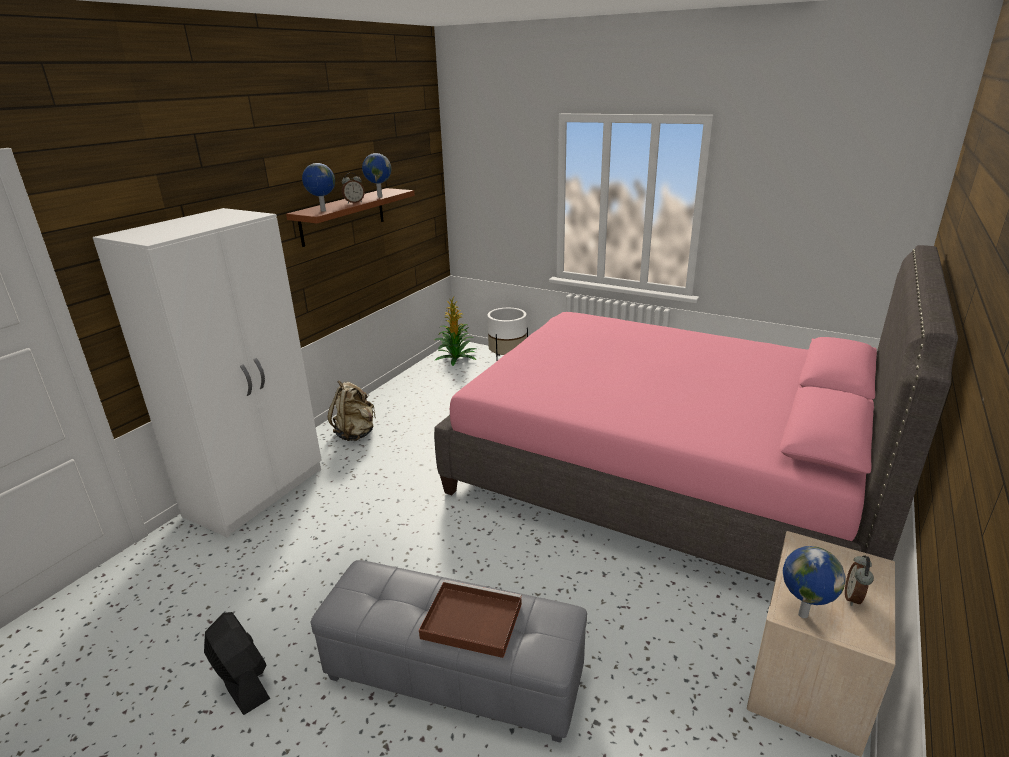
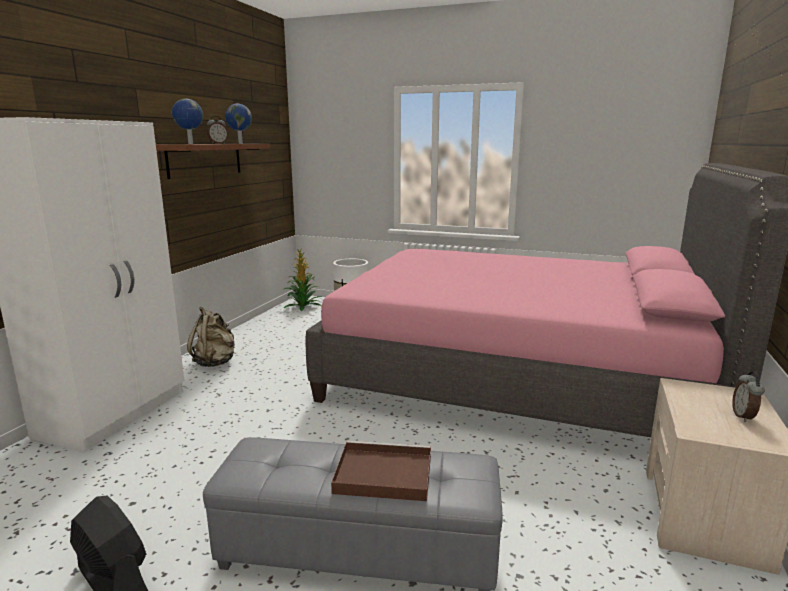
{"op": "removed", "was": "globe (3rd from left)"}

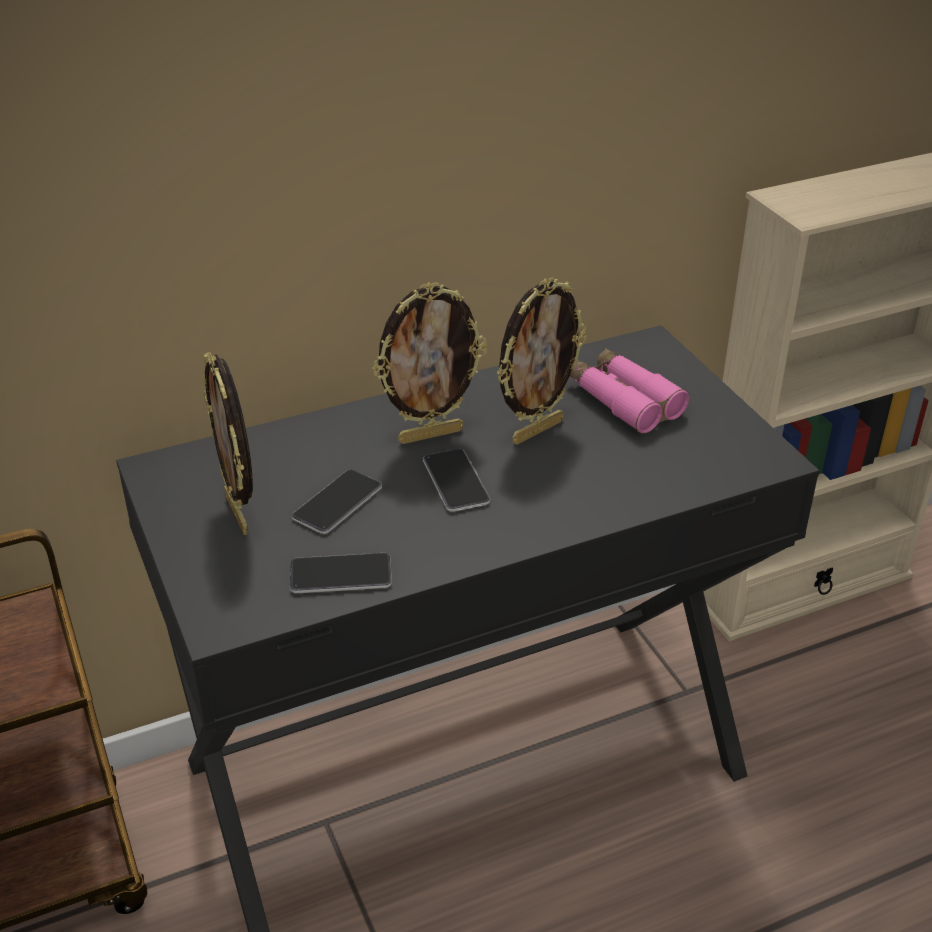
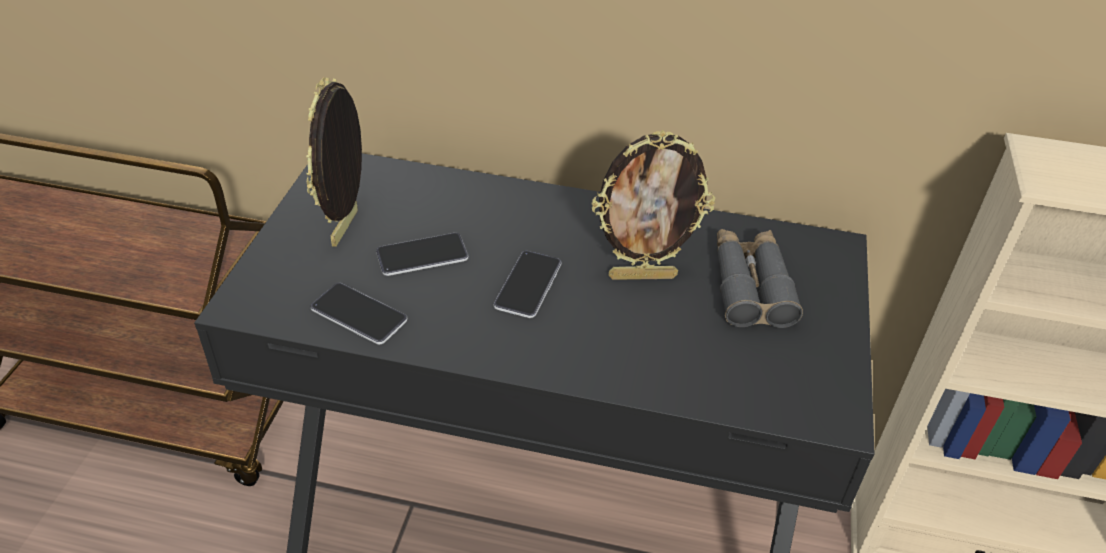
{"op": "removed", "was": "cadre photo (2nd from left)"}
{"op": "recoloured", "was": "jumelles (rose)", "now": "jumelles (gris)"}

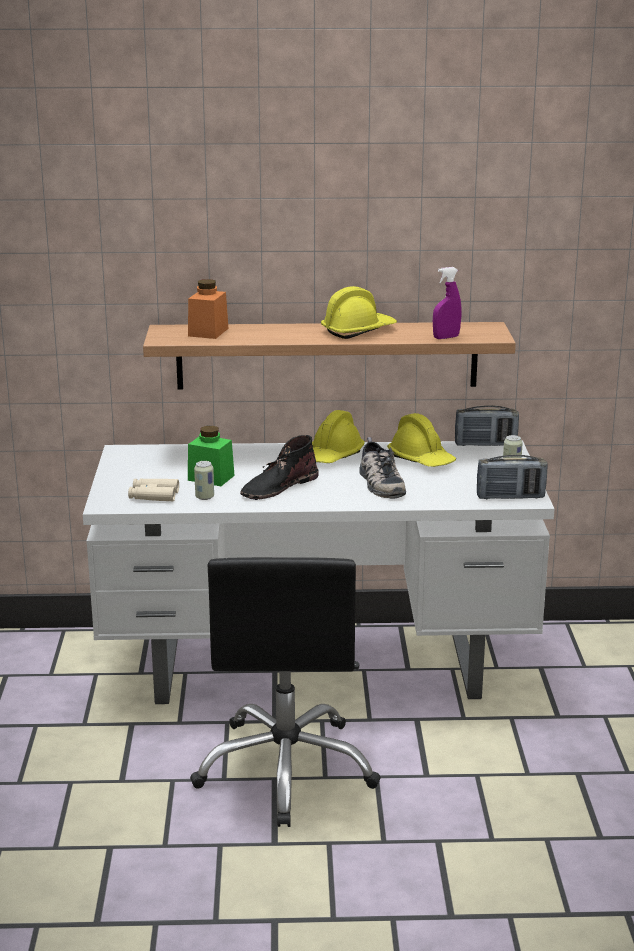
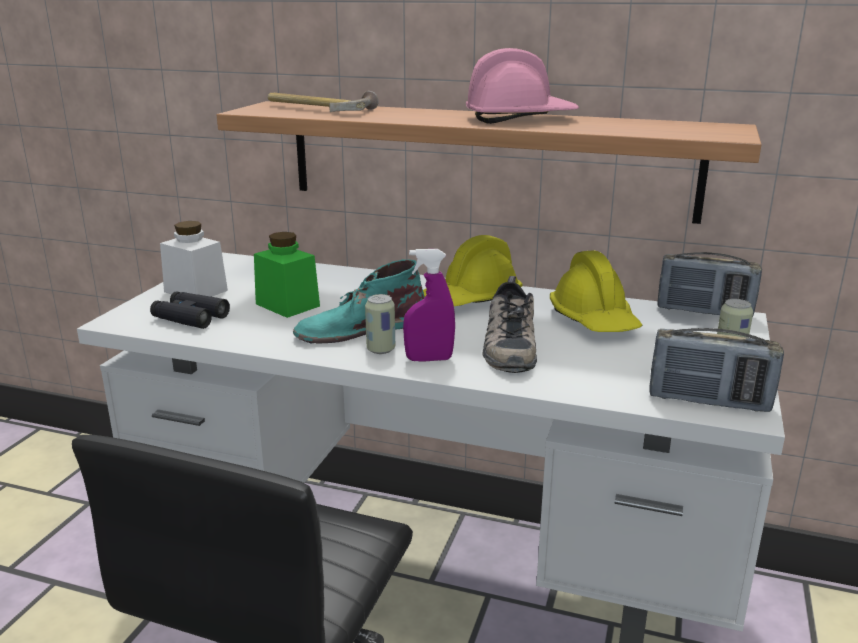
{"op": "recoloured", "was": "jumelles (beige)", "now": "jumelles (noir)"}
{"op": "replaced", "was": "bocal (orange)", "now": "marteau"}
{"op": "moved", "was": "boîte métallique (1st from left)"}
{"op": "recoloured", "was": "botte (noir)", "now": "botte (turquoise)"}
{"op": "recoloured", "was": "casque de chantier (jaune) (2nd from left)", "now": "casque de chantier (rose)"}
{"op": "moved", "was": "vaporisateur (violet)"}
{"op": "added", "now": "bocal (blanc)"}

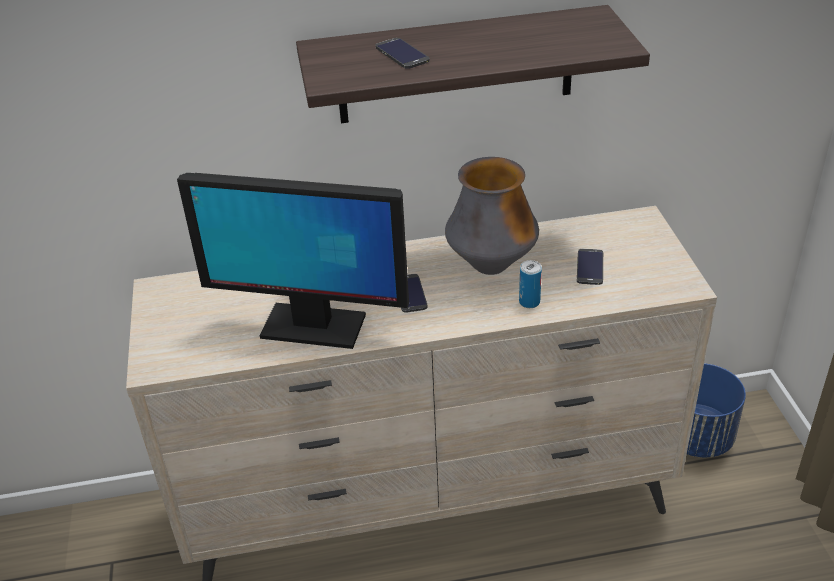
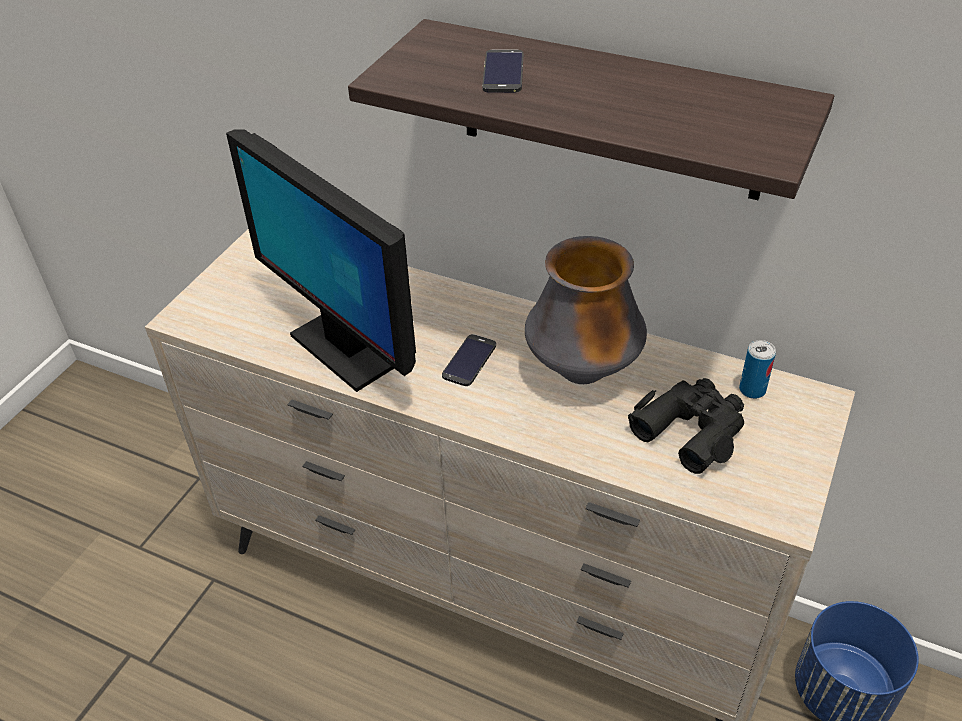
{"op": "moved", "was": "boîte métallique"}
{"op": "replaced", "was": "téléphone (3rd from left)", "now": "jumelles (noir)"}

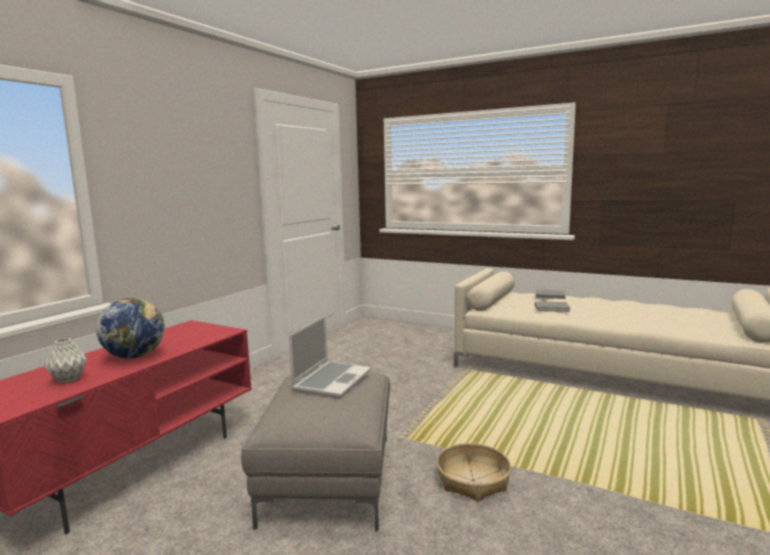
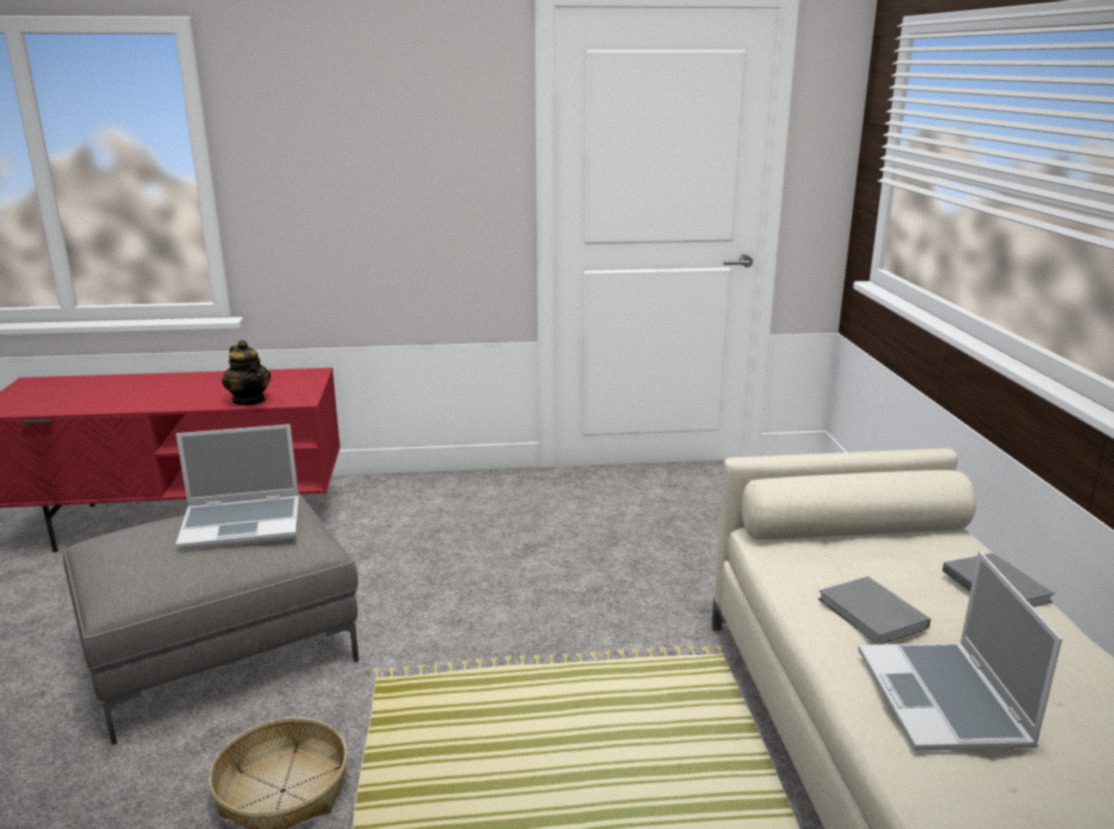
{"op": "removed", "was": "vase (gris)"}
{"op": "removed", "was": "globe"}
{"op": "added", "now": "théière"}
{"op": "added", "now": "ordinateur portable (2nd from left)"}

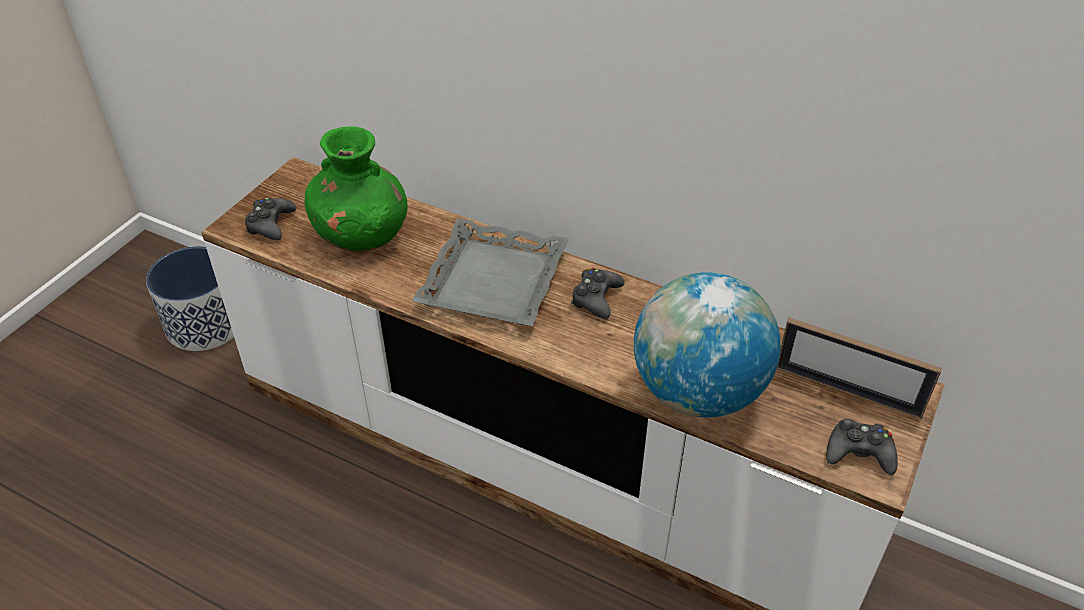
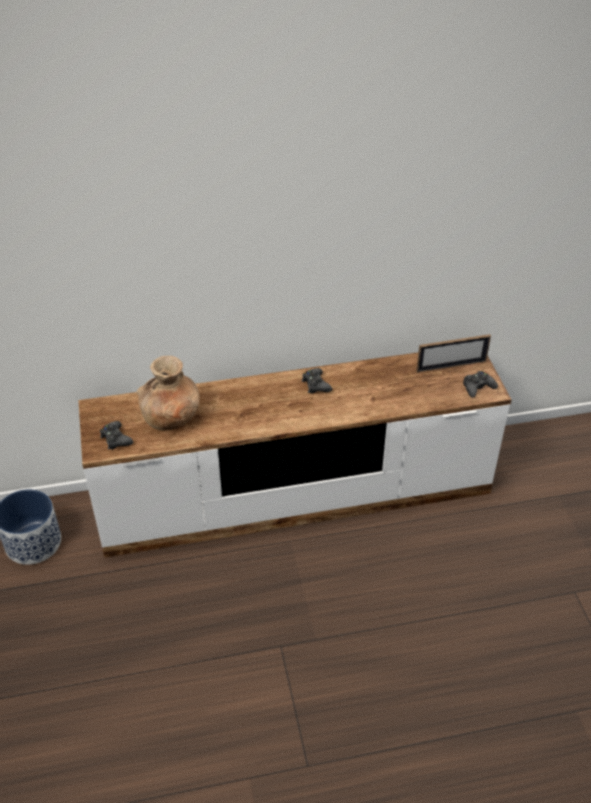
{"op": "recoloured", "was": "vase (vert)", "now": "vase (marron)"}
{"op": "removed", "was": "plateau (gris)"}
{"op": "removed", "was": "globe"}

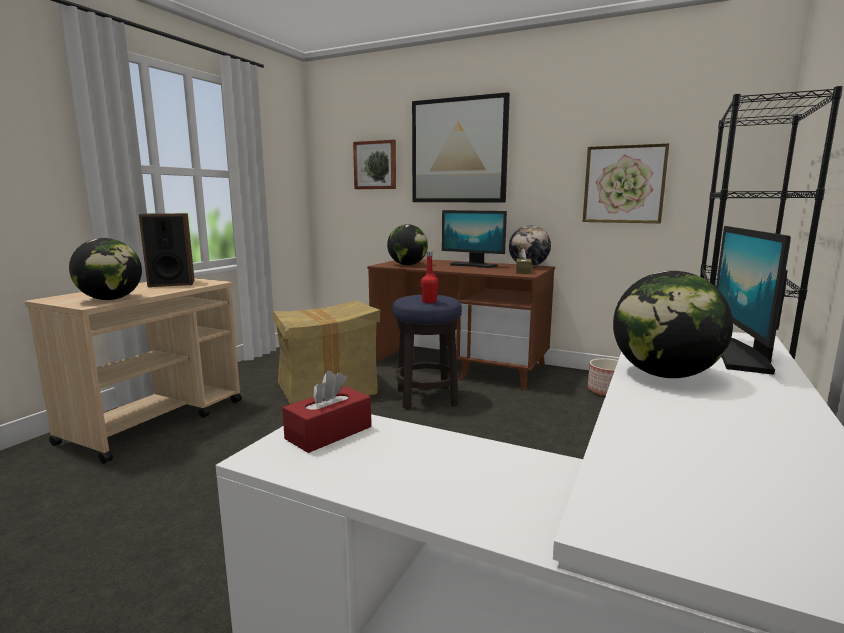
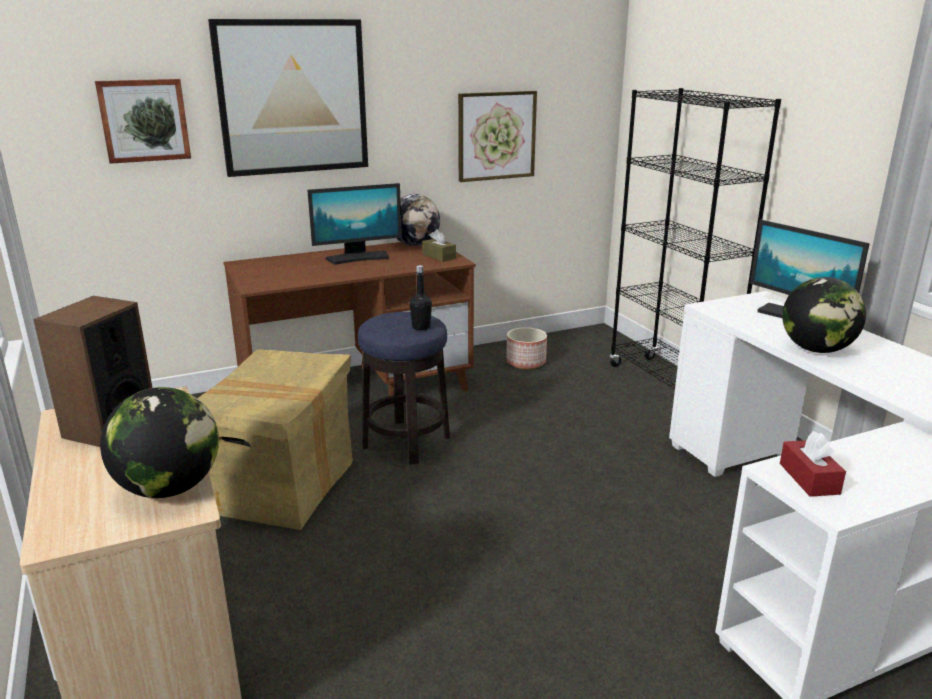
{"op": "removed", "was": "globe (2nd from left)"}
{"op": "recoloured", "was": "bouteille (rouge)", "now": "bouteille (noir)"}

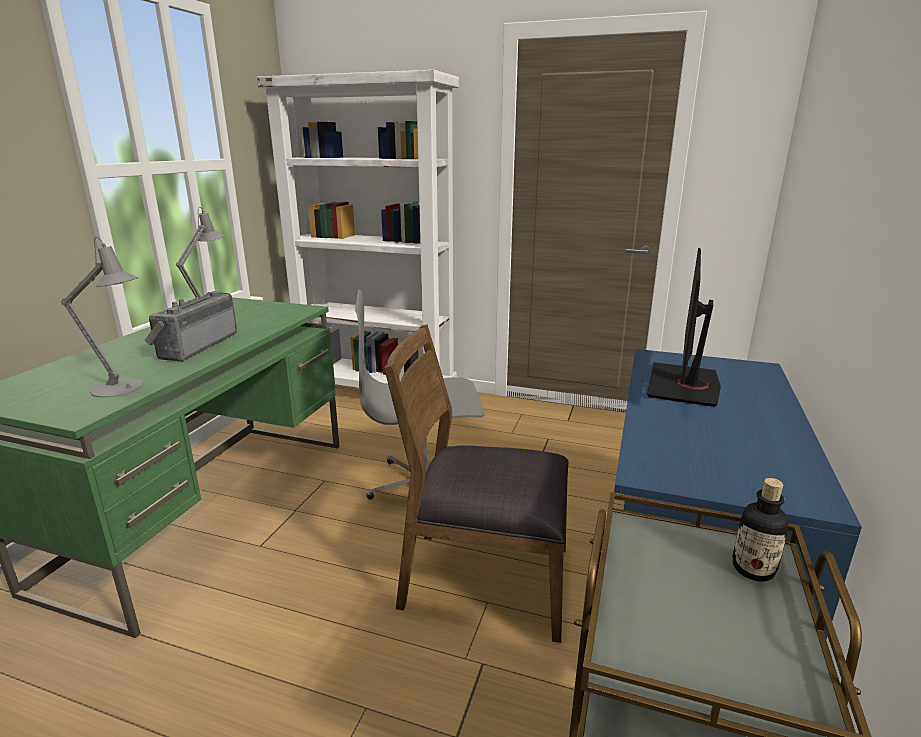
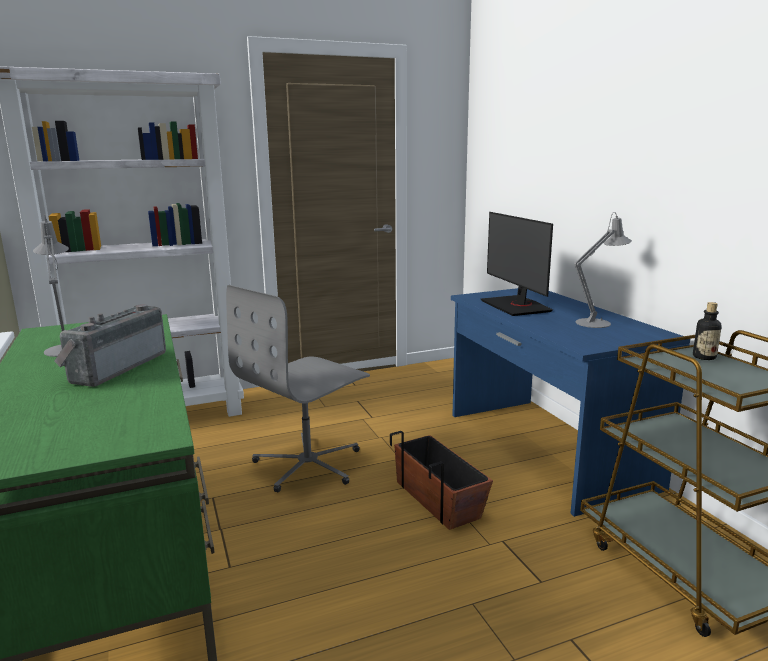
{"op": "moved", "was": "lampe de table (gris) (1st from left in the first image)", "now": "lampe de table (gris) (2nd from left)"}
{"op": "turned", "was": "radio", "clockwise": 45}
{"op": "replaced", "was": "chaise (marron)", "now": "cache-pot"}

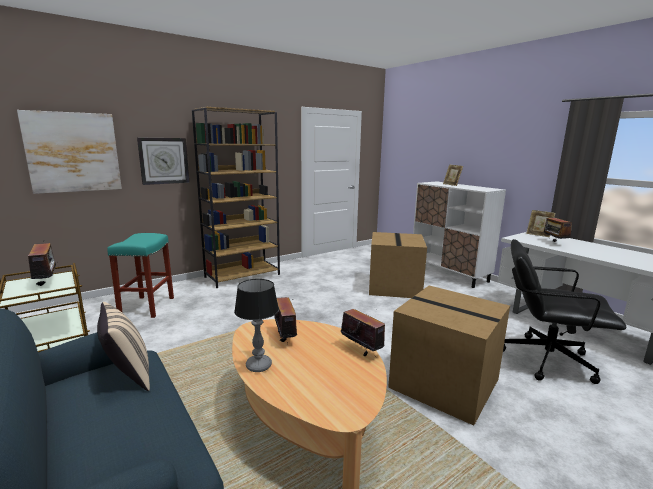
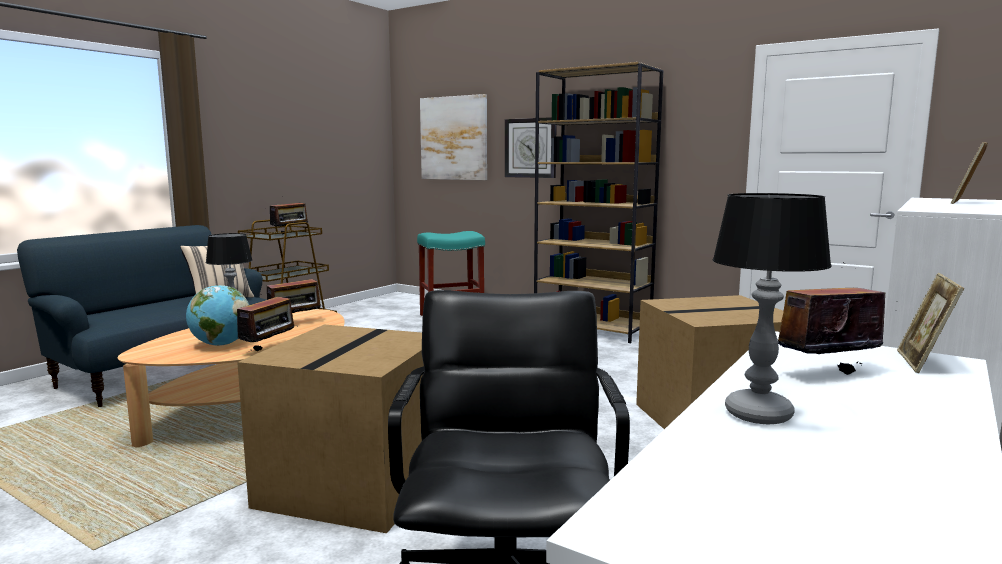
{"op": "added", "now": "globe"}
{"op": "added", "now": "lampe de table (2nd from left)"}

